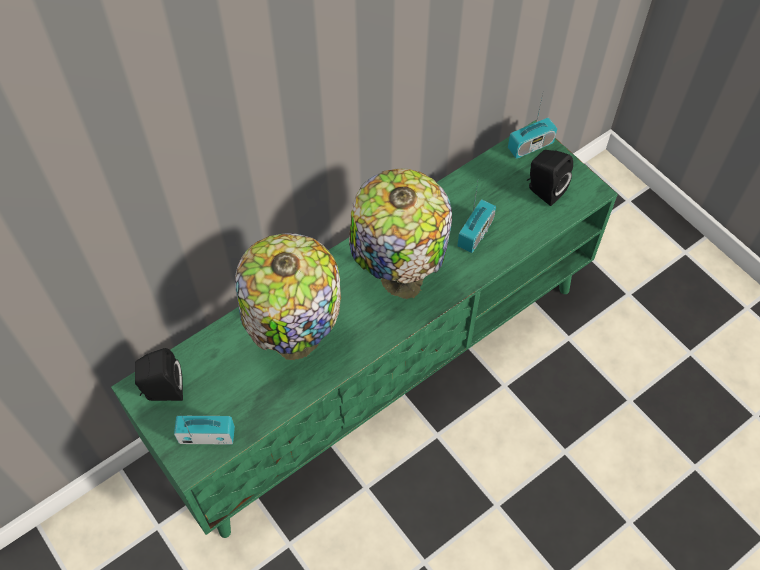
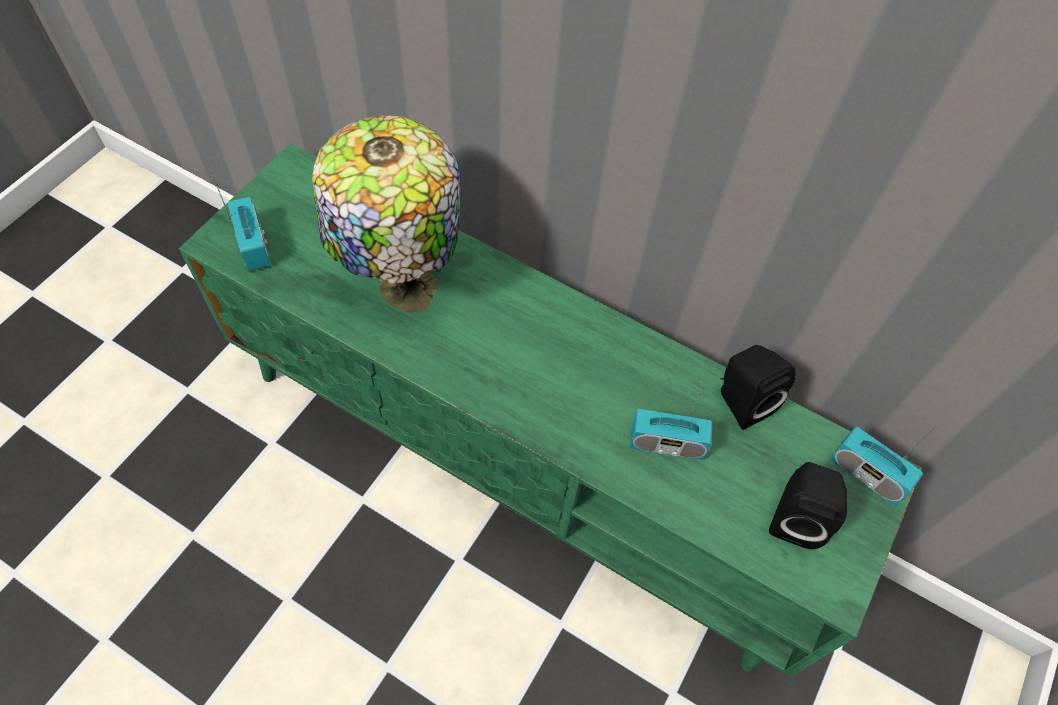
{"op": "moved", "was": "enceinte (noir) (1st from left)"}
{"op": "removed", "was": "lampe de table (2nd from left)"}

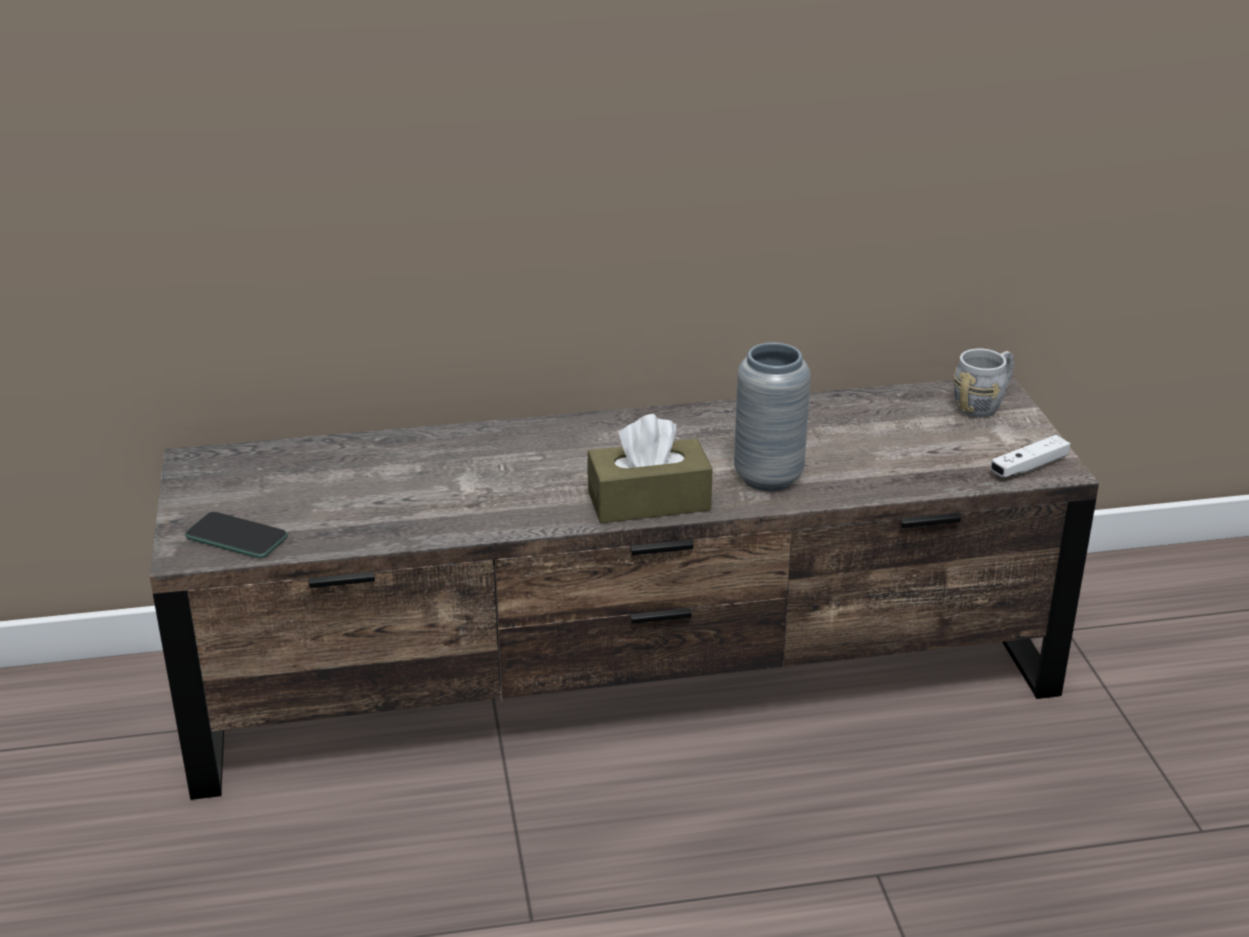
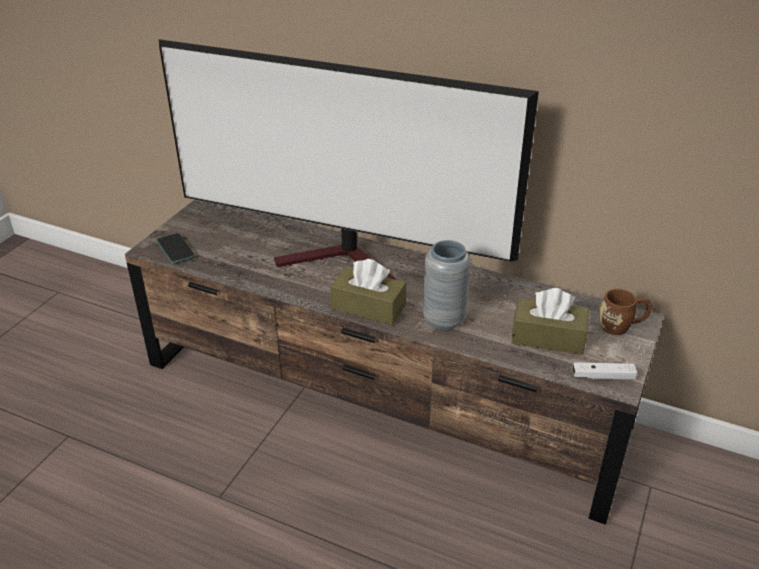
{"op": "recoloured", "was": "mug (gris)", "now": "mug (marron)"}
{"op": "added", "now": "téléviseur"}
{"op": "added", "now": "boîte à mouchoirs (marron) (2nd from left)"}

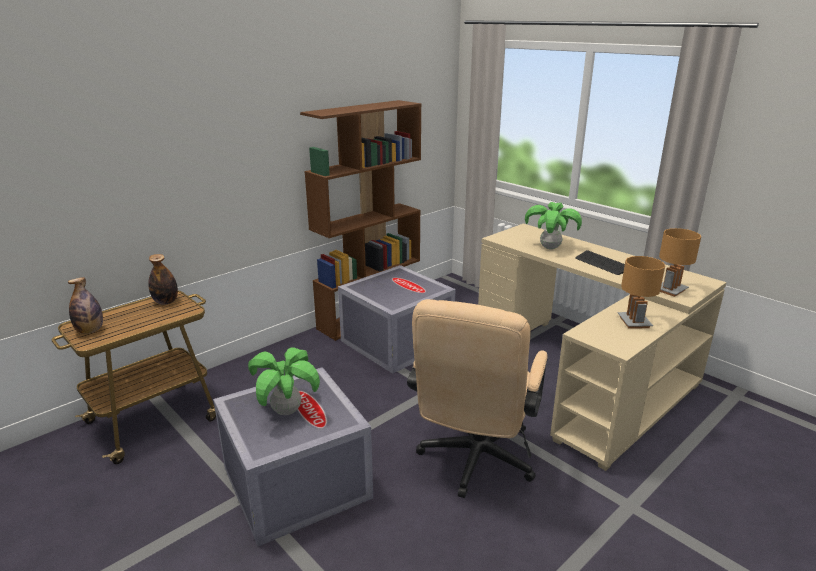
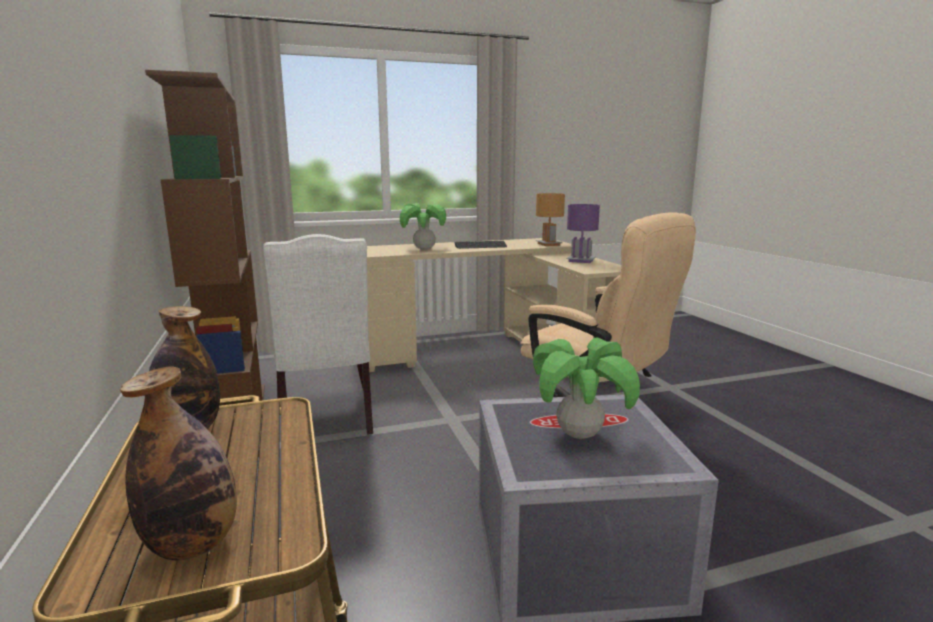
{"op": "replaced", "was": "boîte de rangement (gris) (2nd from left)", "now": "chaise (blanc)"}
{"op": "recoloured", "was": "lampe de table (marron) (1st from left)", "now": "lampe de table (violet)"}

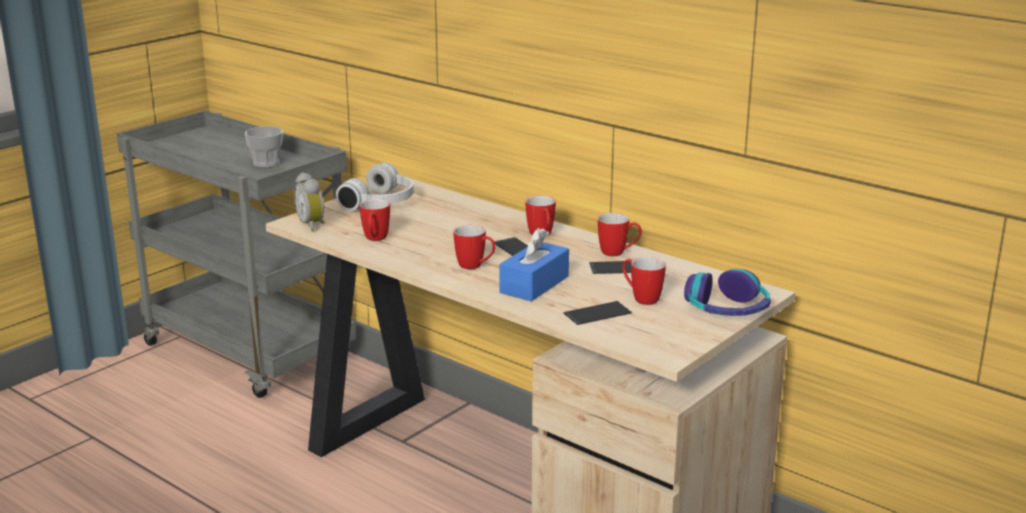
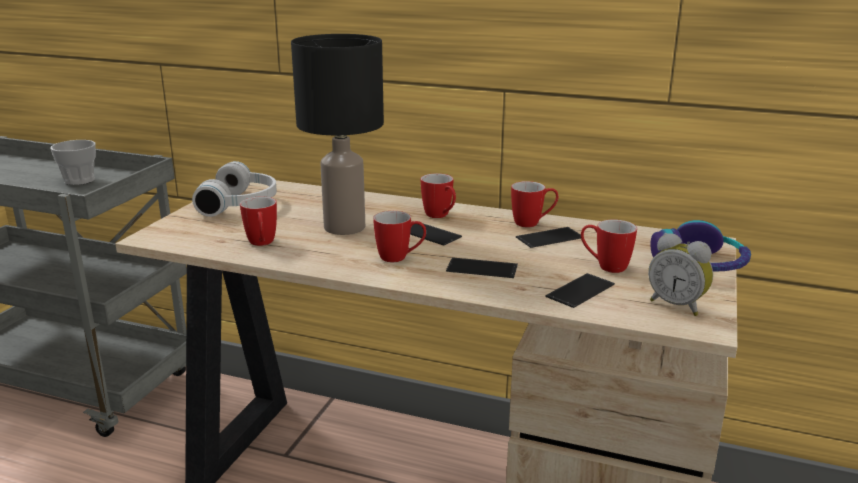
{"op": "moved", "was": "réveil"}
{"op": "replaced", "was": "boîte à mouchoirs (bleu)", "now": "téléphone (2nd from left)"}
{"op": "added", "now": "lampe de table (noir)"}

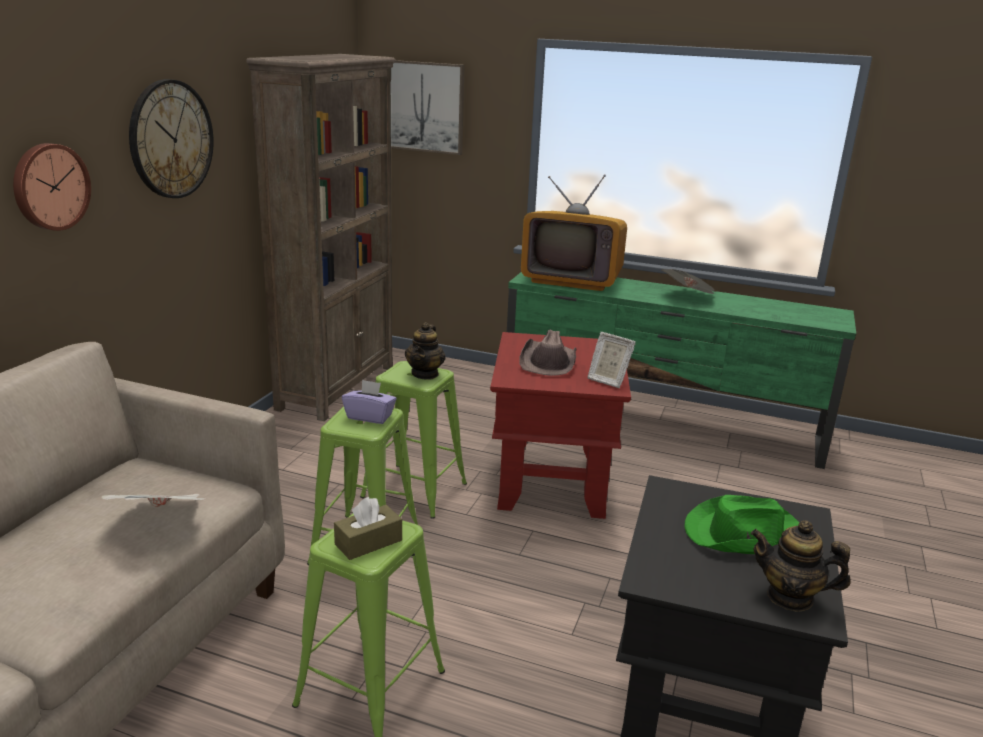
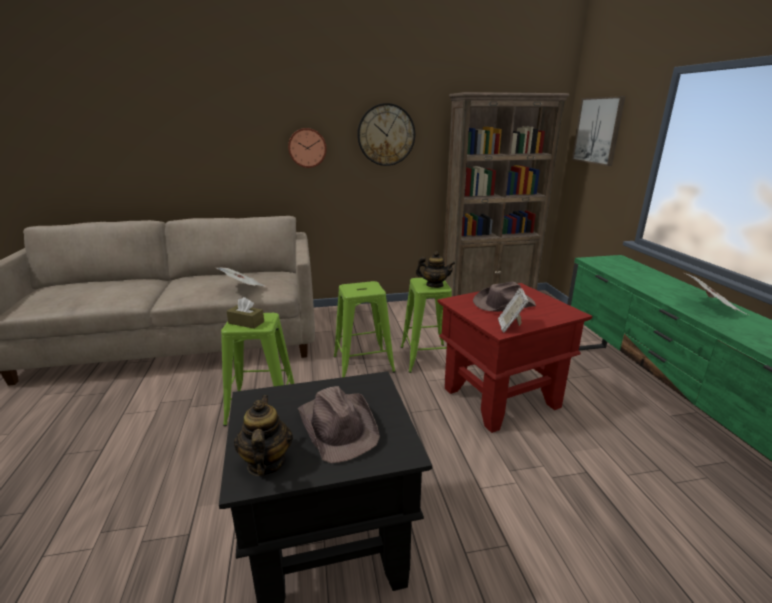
{"op": "removed", "was": "boîte à mouchoirs (violet)"}
{"op": "turned", "was": "théière (1st from left in the first image)", "clockwise": -150}
{"op": "removed", "was": "téléviseur"}
{"op": "recoloured", "was": "chapeau (vert)", "now": "chapeau (marron) (1st from left)"}

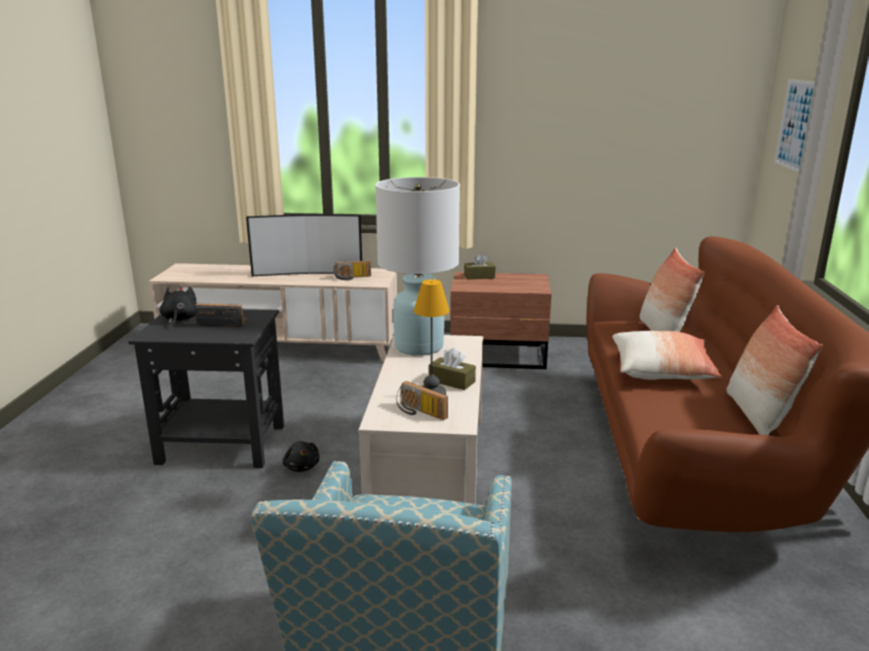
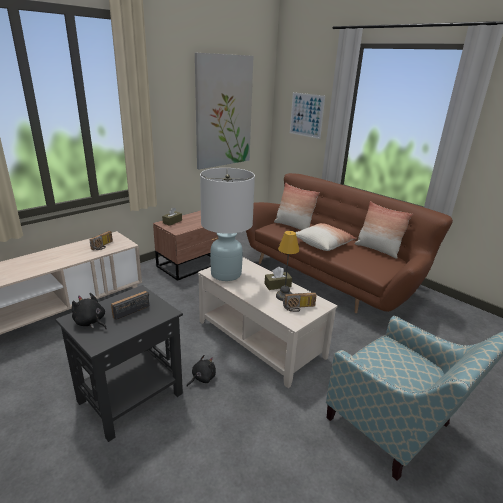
{"op": "removed", "was": "téléviseur"}
{"op": "turned", "was": "peluche (noir) (2nd from left)", "clockwise": -60}
{"op": "added", "now": "tableau (1st from left)"}

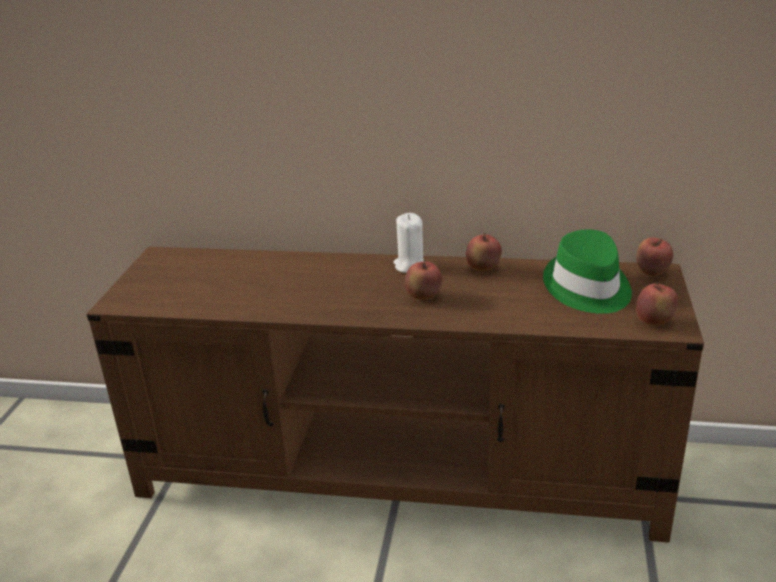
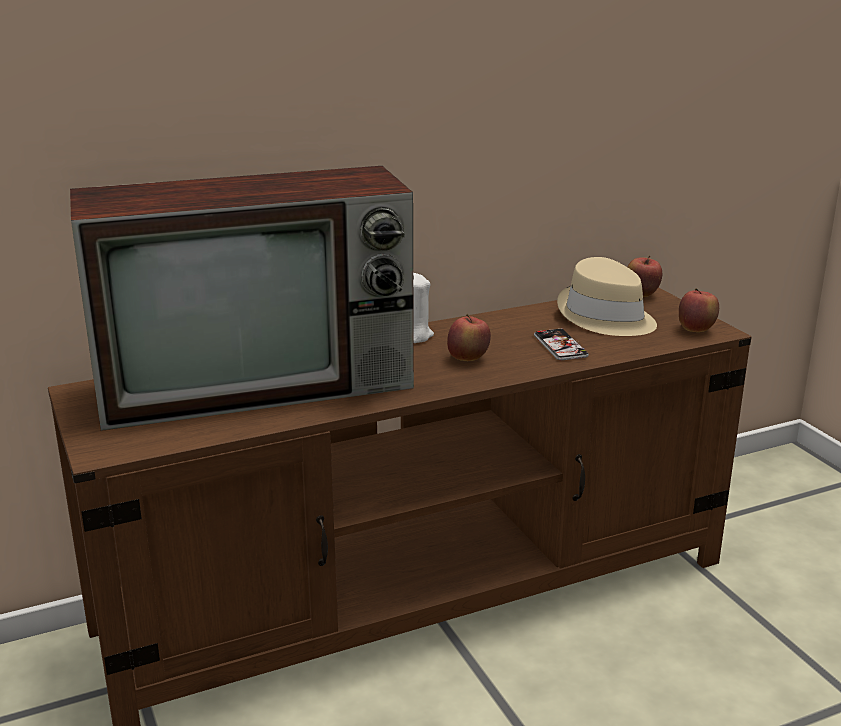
{"op": "removed", "was": "pomme (2nd from left)"}
{"op": "recoloured", "was": "chapeau (vert)", "now": "chapeau (beige)"}
{"op": "added", "now": "téléviseur"}
{"op": "added", "now": "téléphone"}

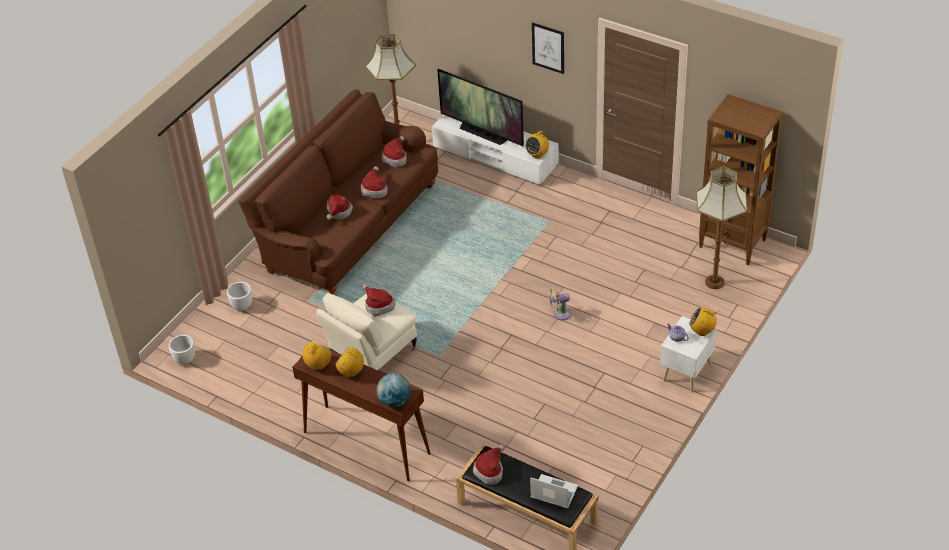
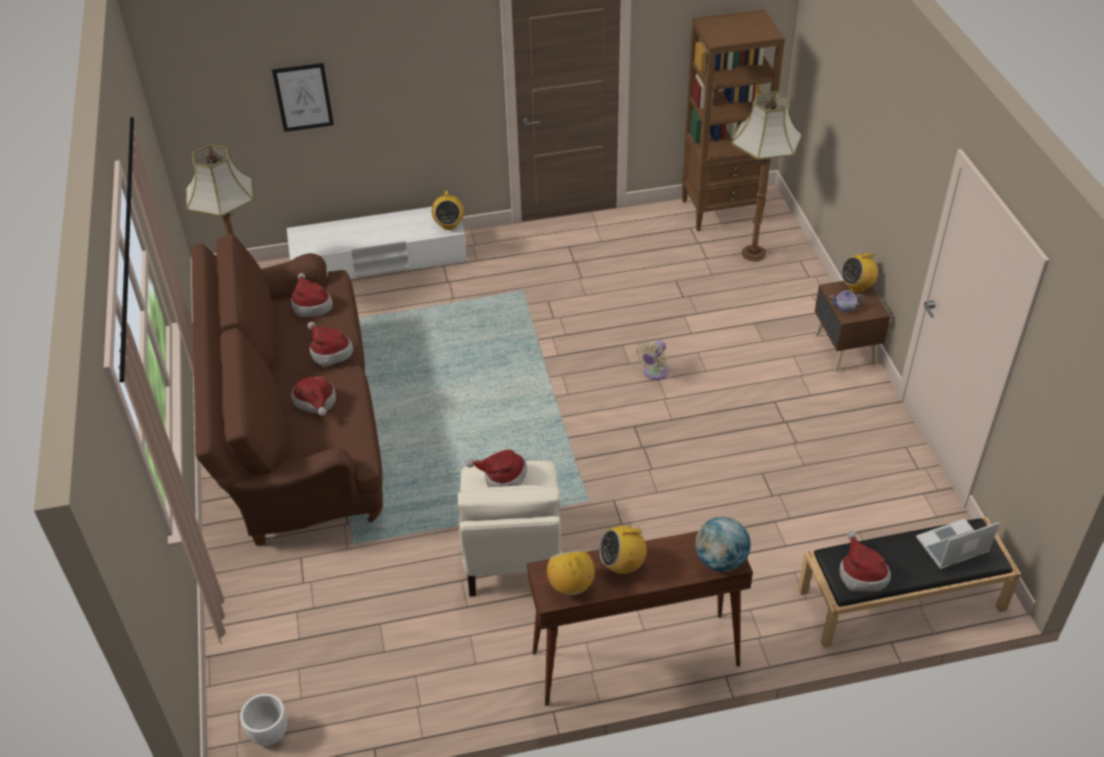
{"op": "removed", "was": "cache-pot (blanc) (2nd from left)"}
{"op": "removed", "was": "téléviseur"}
{"op": "moved", "was": "tableau"}
{"op": "recoloured", "was": "table de chevet (blanc)", "now": "table de chevet (marron)"}

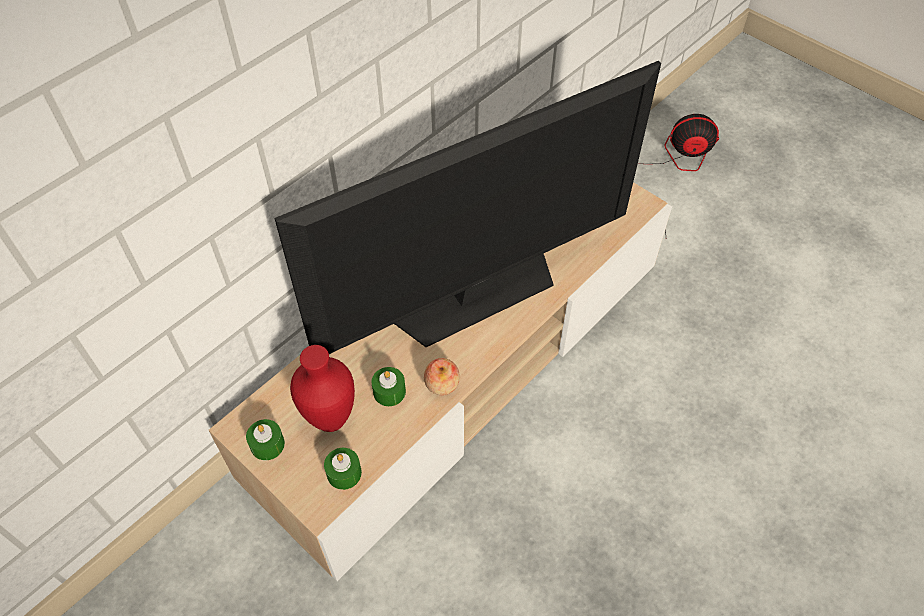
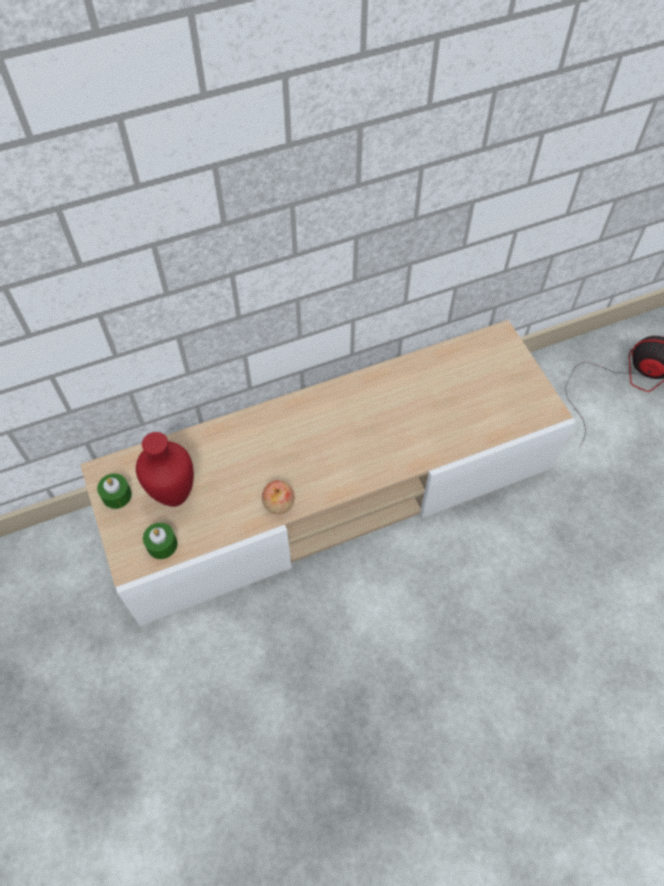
{"op": "removed", "was": "téléviseur"}
{"op": "removed", "was": "bougie (vert) (3rd from left)"}

